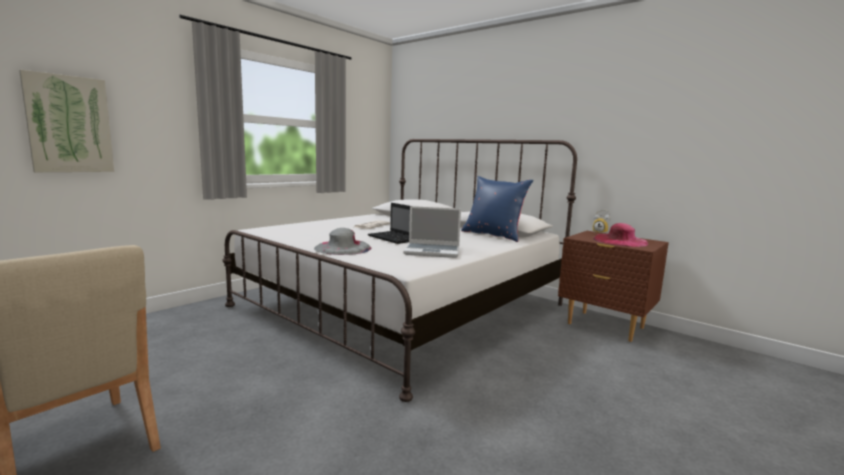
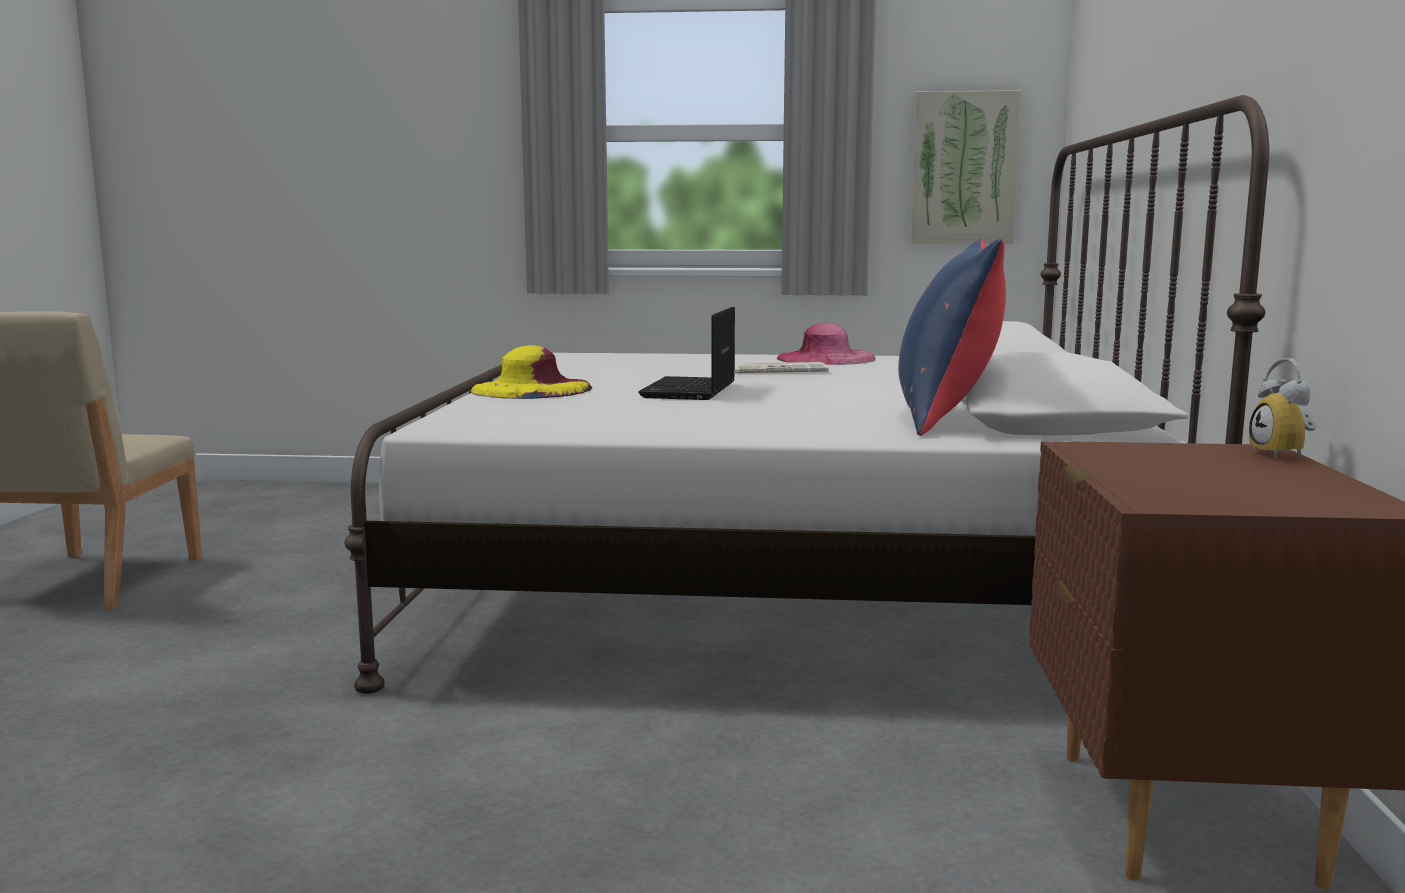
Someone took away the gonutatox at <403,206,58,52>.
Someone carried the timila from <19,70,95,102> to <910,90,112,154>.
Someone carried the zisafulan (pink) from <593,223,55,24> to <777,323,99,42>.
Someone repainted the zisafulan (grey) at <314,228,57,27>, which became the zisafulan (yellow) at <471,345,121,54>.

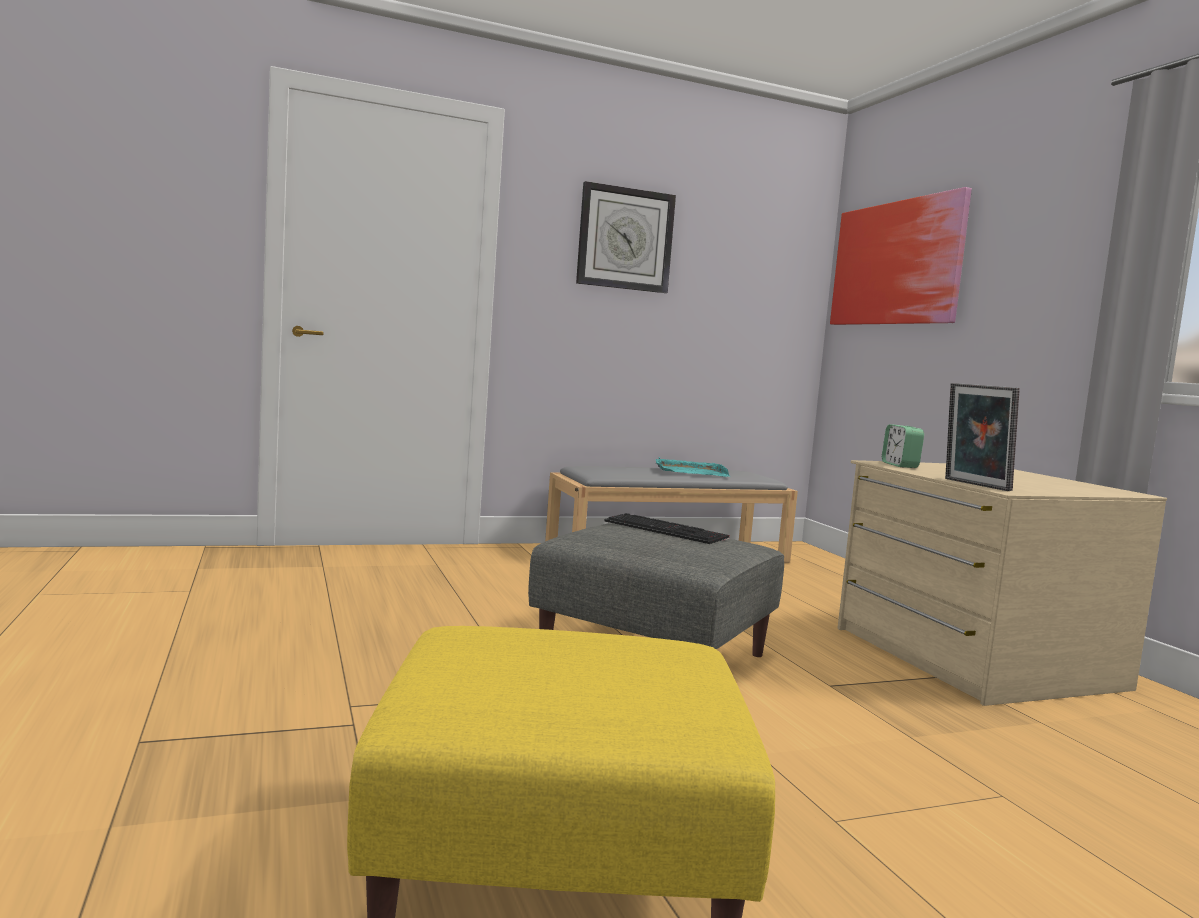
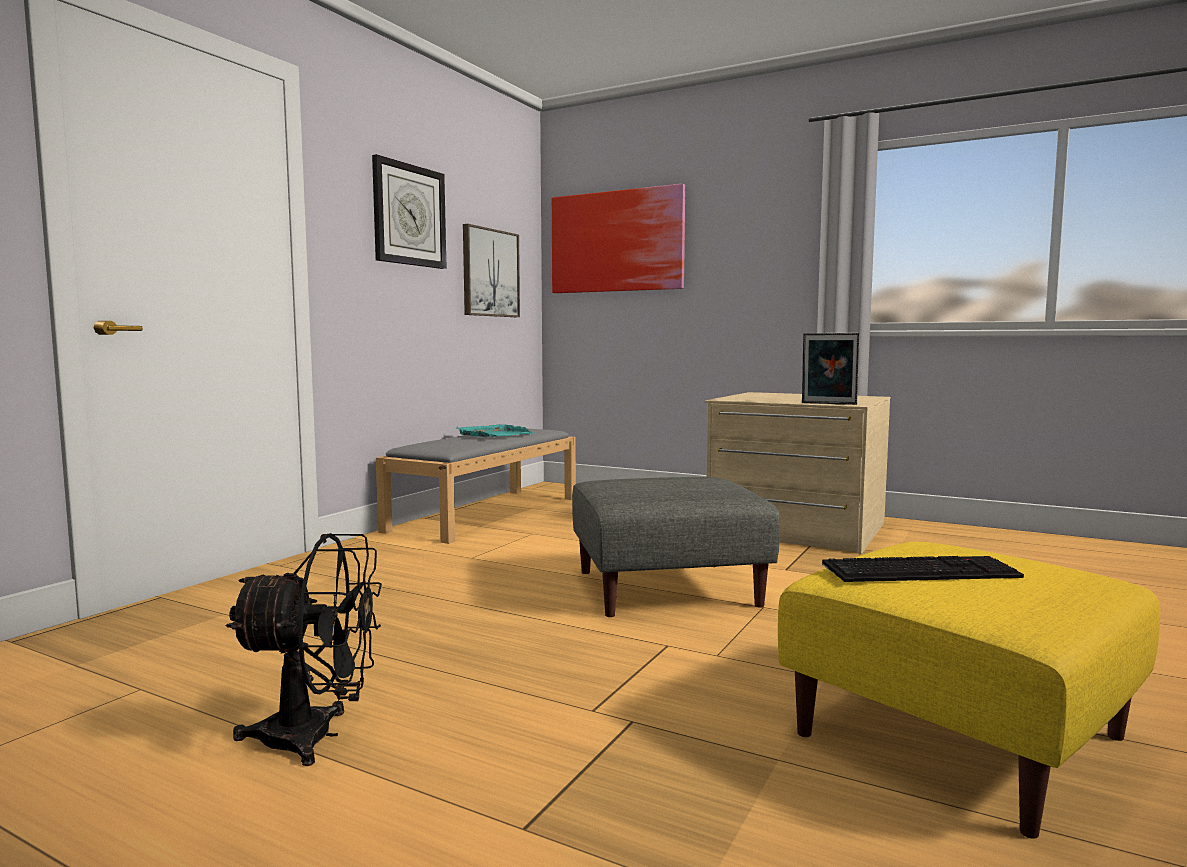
Someone took away the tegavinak at <882,424,42,44>.
Someone put down the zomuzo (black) at <225,533,157,233>.
Someone put up the timila at <463,224,57,93>.
Someone carried the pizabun from <604,513,125,31> to <822,556,202,26>.

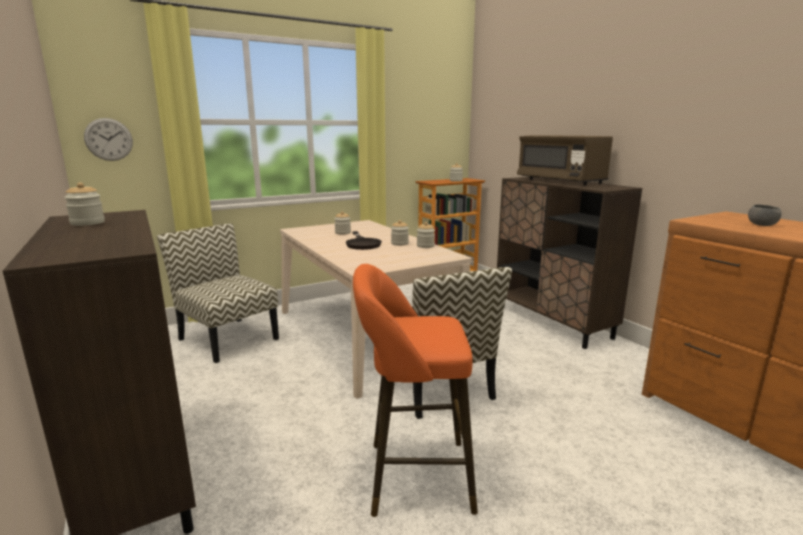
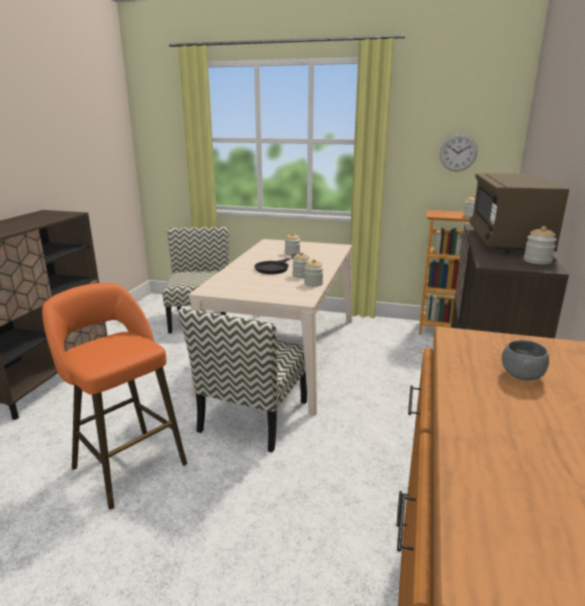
Someone carried the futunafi from <64,182,41,44> to <524,226,33,39>.
Someone carried the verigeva from <84,118,49,43> to <440,134,37,37>.

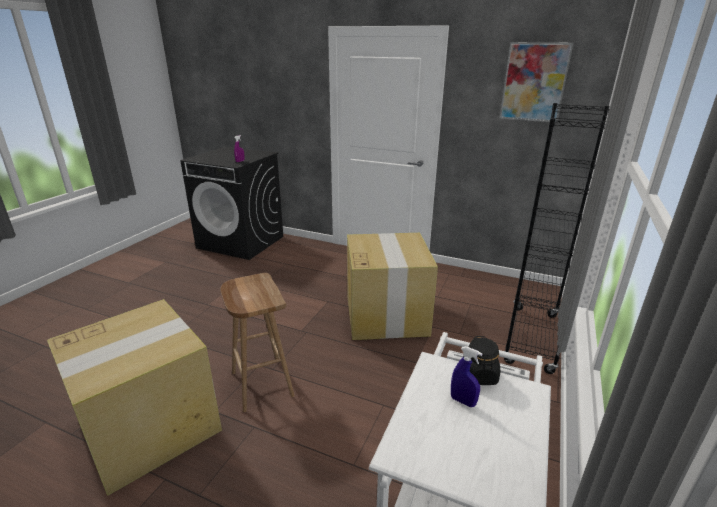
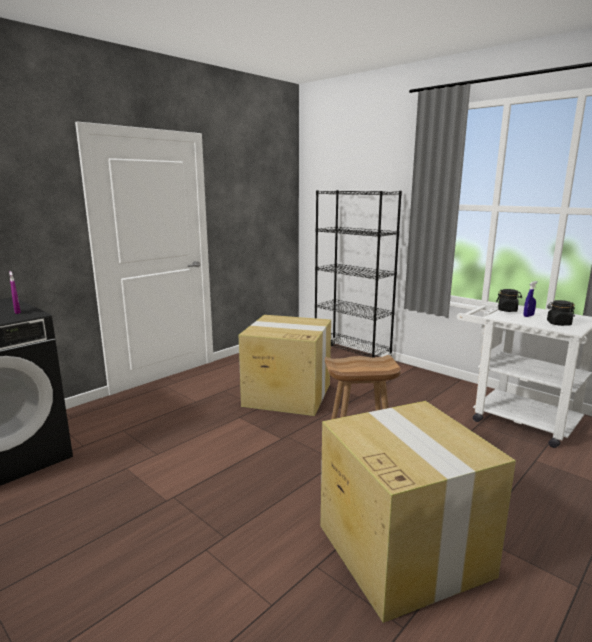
Someone took away the timila at <499,42,74,80>.
Someone put down the futunafi (black) at <547,300,28,26>.

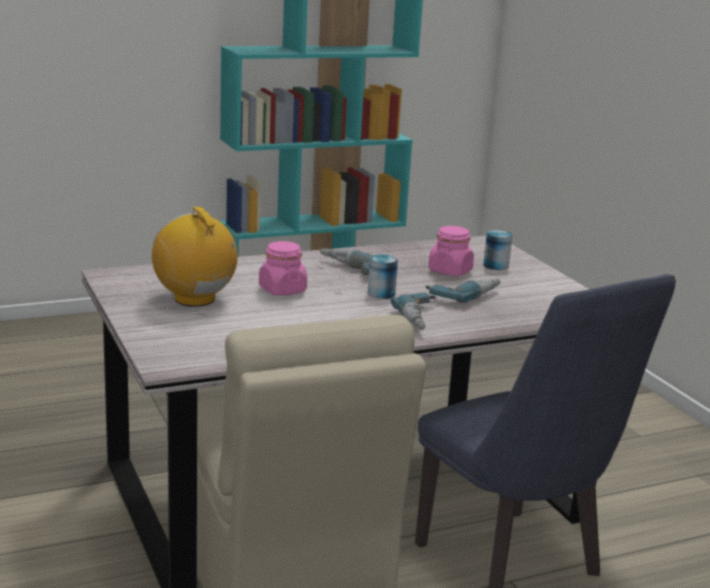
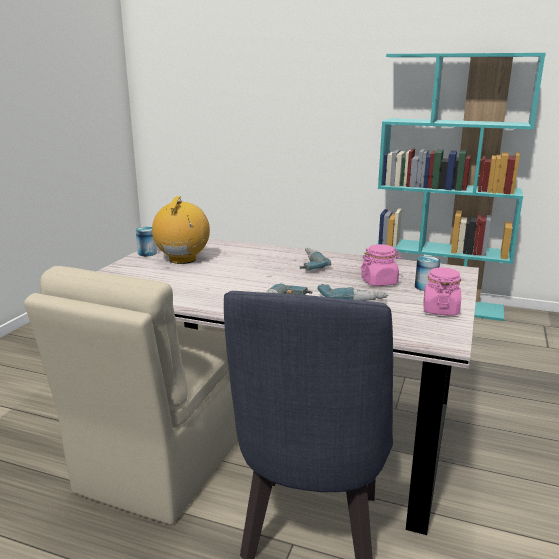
Someone carried the futunafi (pink) from <259,241,48,55> to <423,267,38,48>.
Someone carried the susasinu from <368,254,30,45> to <136,227,21,29>.

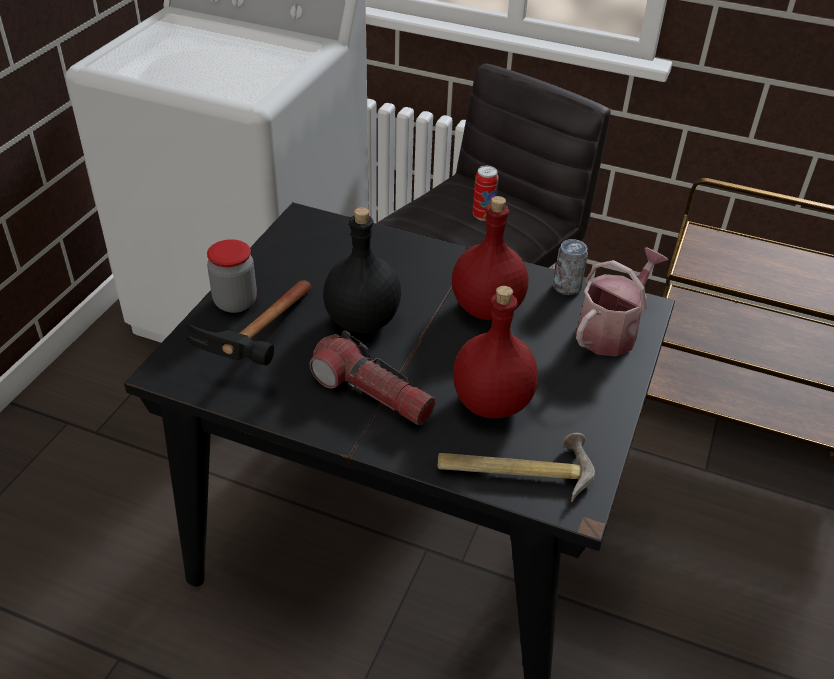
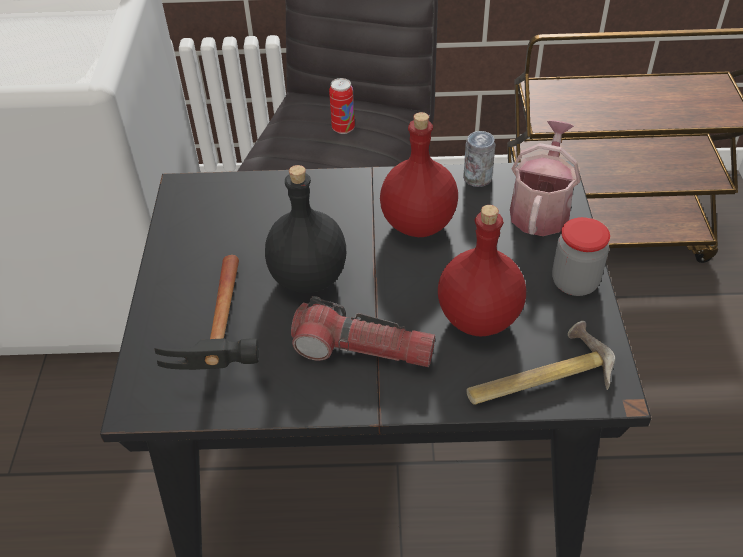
Someone carried the futunafi from <207,239,50,74> to <552,217,58,79>.

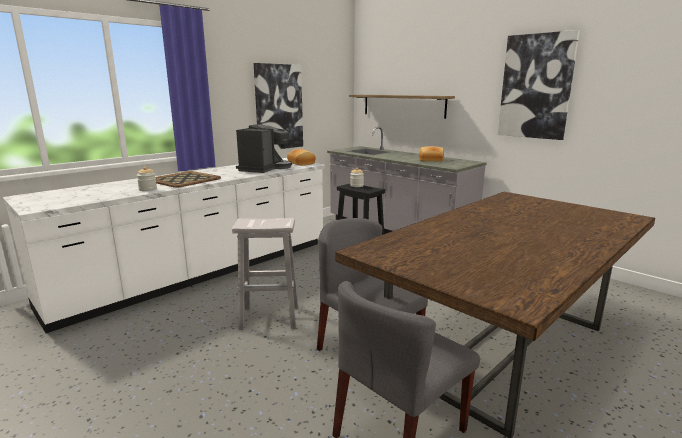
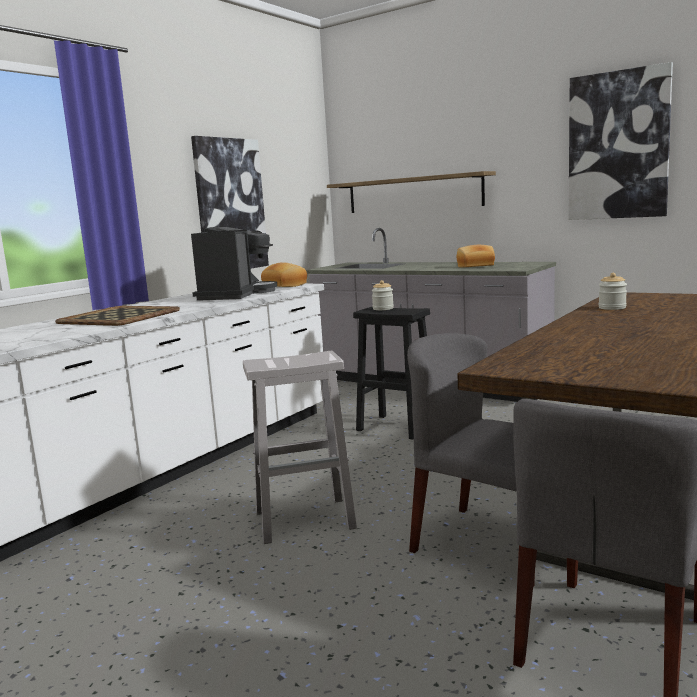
Someone carried the futunafi from <137,167,20,24> to <598,273,29,37>.

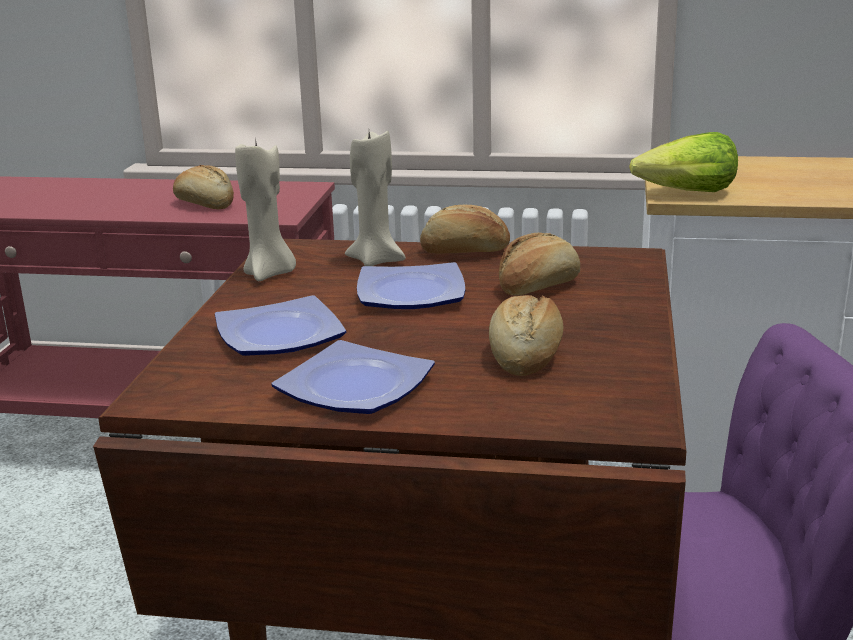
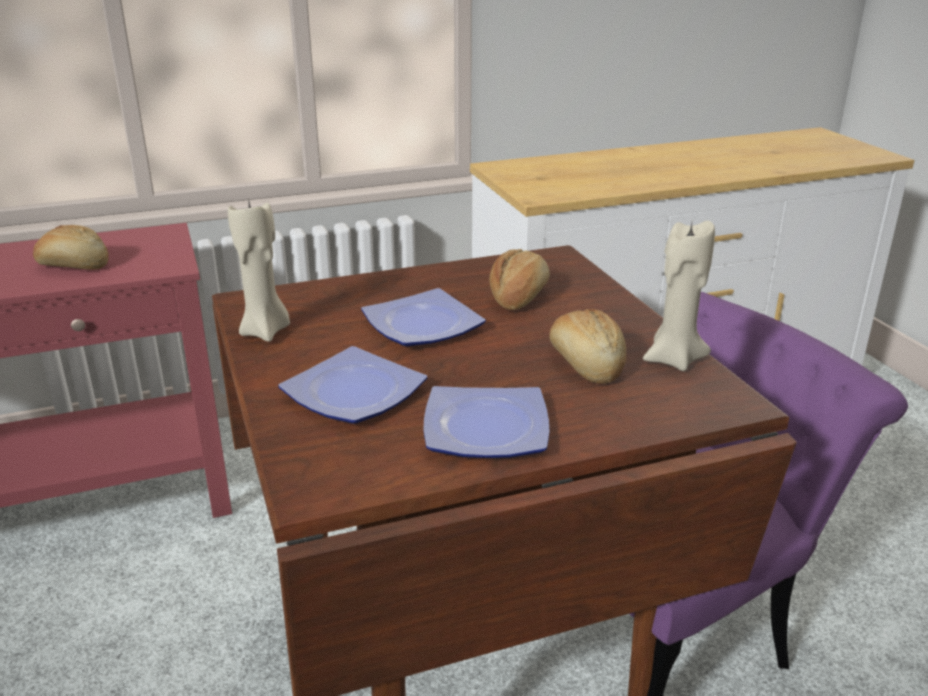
Someone took away the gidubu at <420,205,90,49>.
Someone took away the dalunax at <629,132,109,60>.
Someone carried the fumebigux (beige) from <345,131,61,135> to <643,221,72,150>.

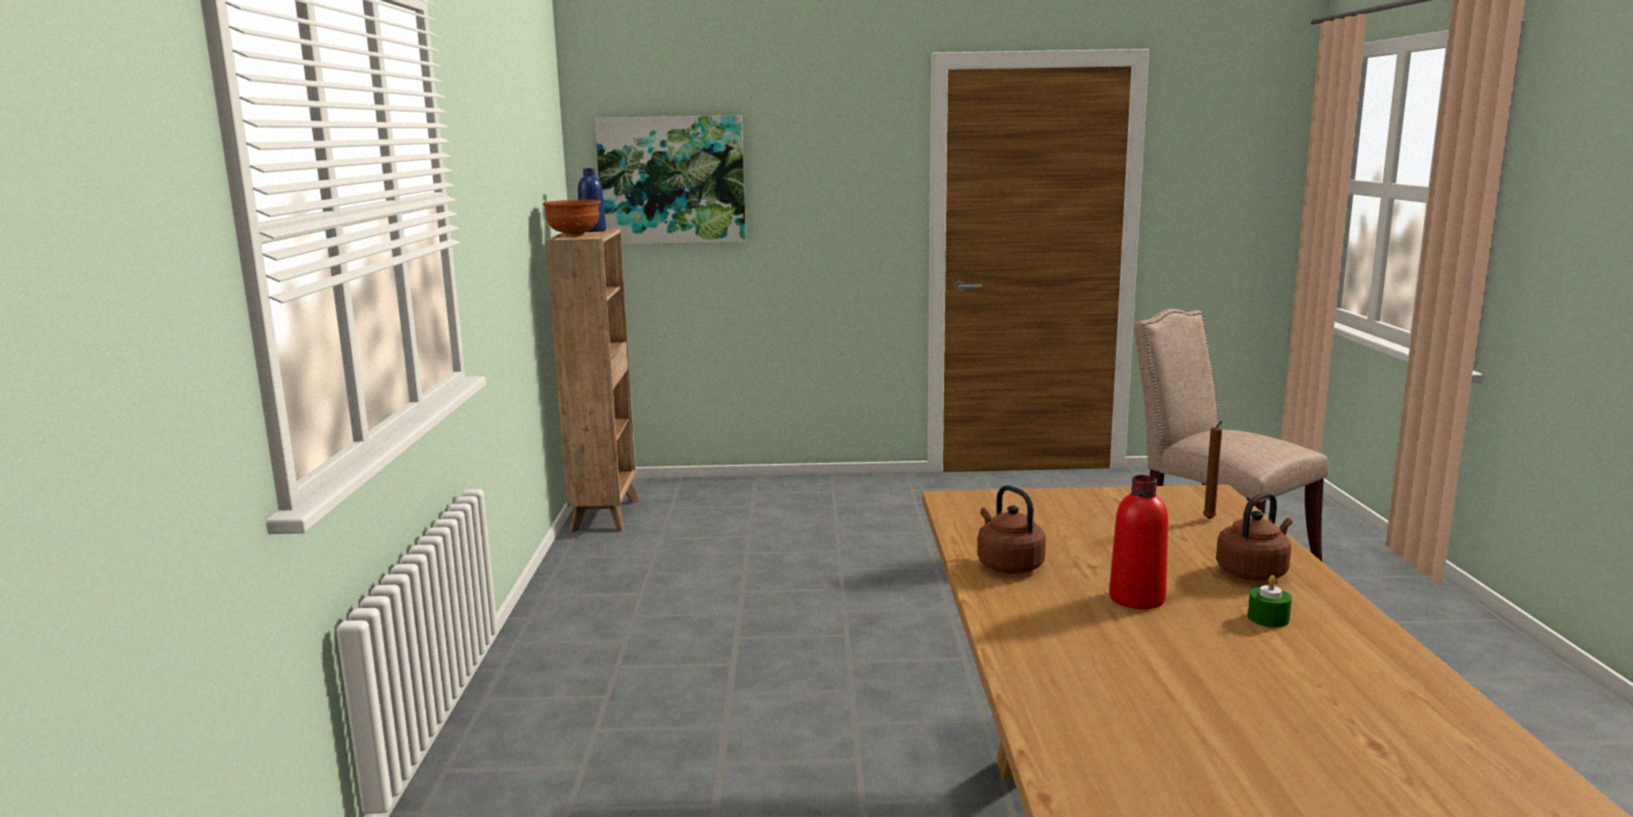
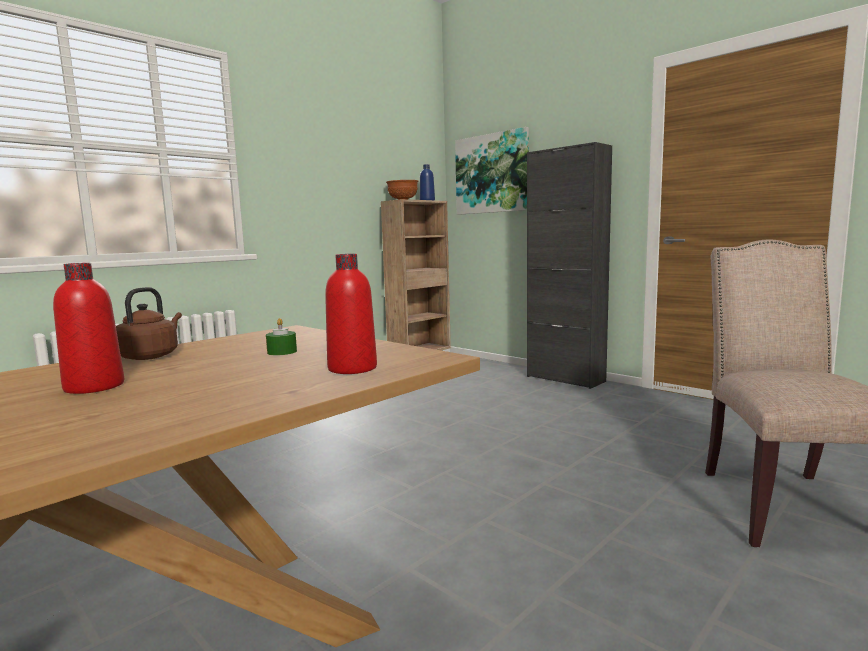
Someone took away the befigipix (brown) at <1216,492,76,89>.
Someone put down the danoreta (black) at <527,142,85,247>.
Someone carried the fumebigux (green) from <1247,575,45,52> to <266,318,31,37>.
Someone swapped the fumebigux (brown) at <1203,421,20,98> for the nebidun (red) at <325,254,52,120>.

